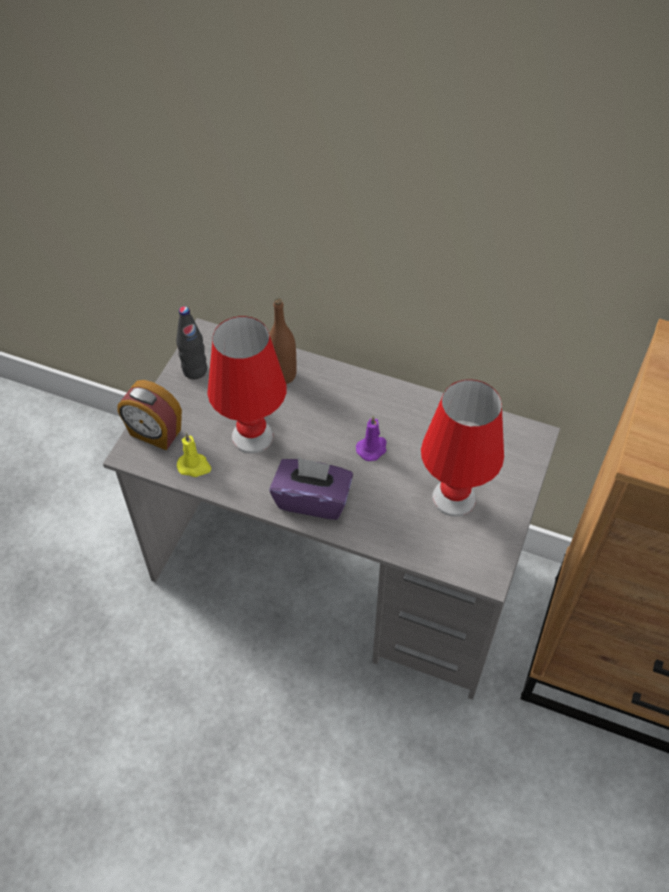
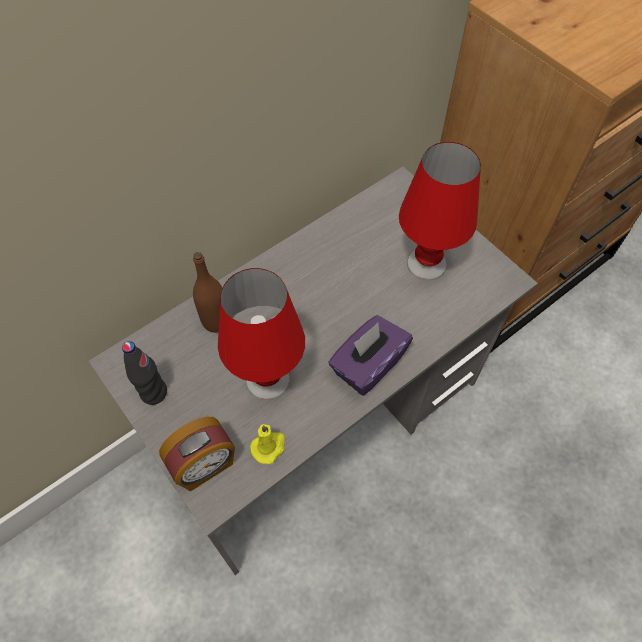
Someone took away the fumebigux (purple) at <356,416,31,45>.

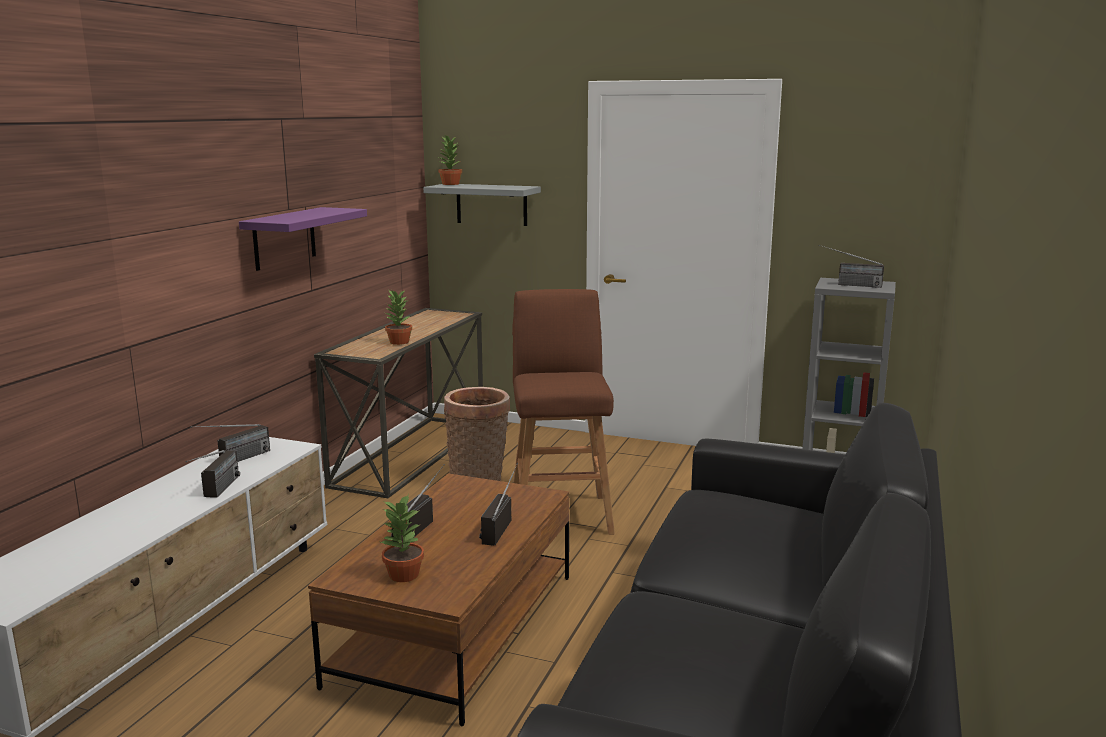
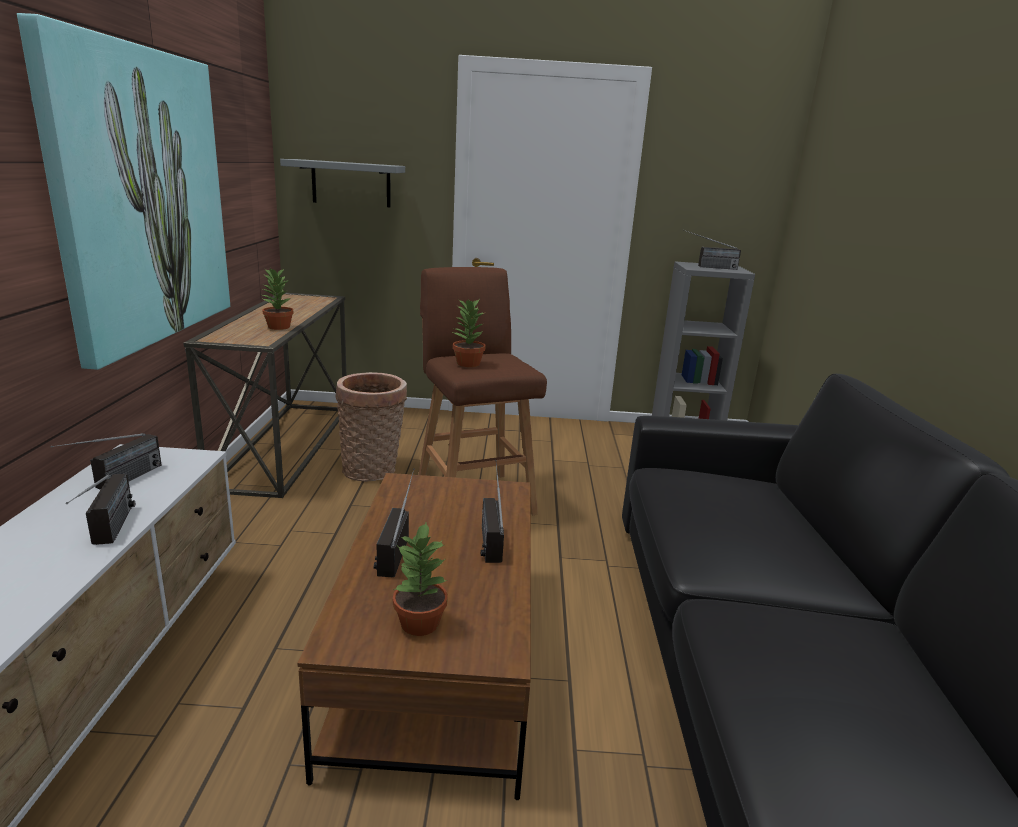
Someone carried the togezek from <439,135,23,50> to <453,300,33,67>.
Someone swapped the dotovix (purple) at <239,207,128,64> for the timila at <17,13,213,357>.

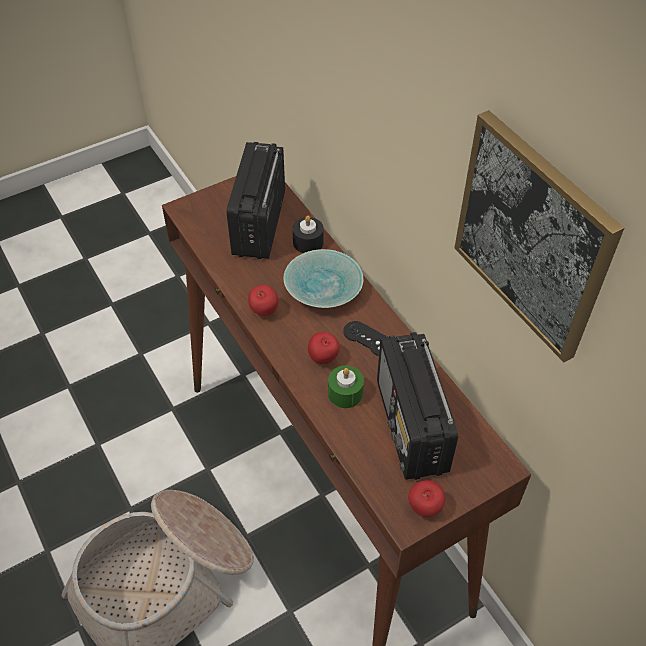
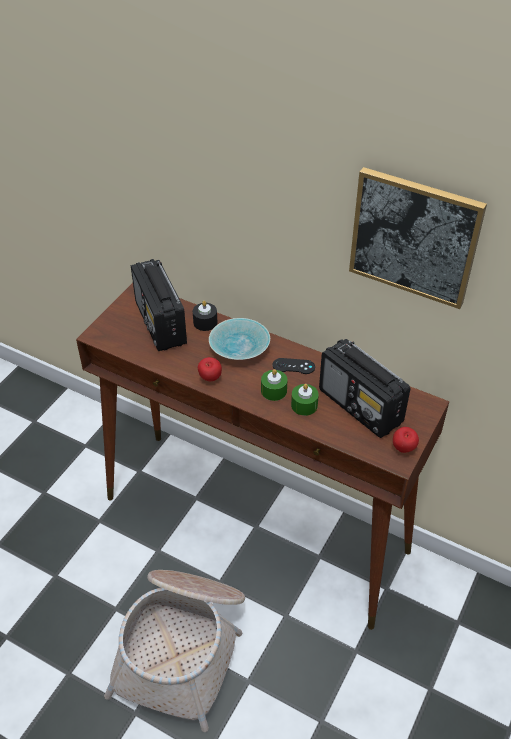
Someone swapped the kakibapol at <308,332,32,32> for the fumebigux (green) at <261,369,27,32>.

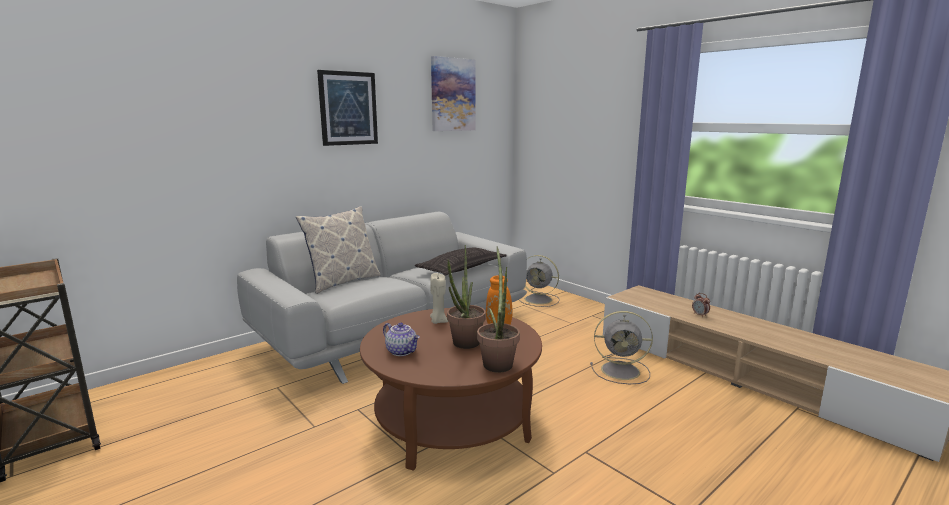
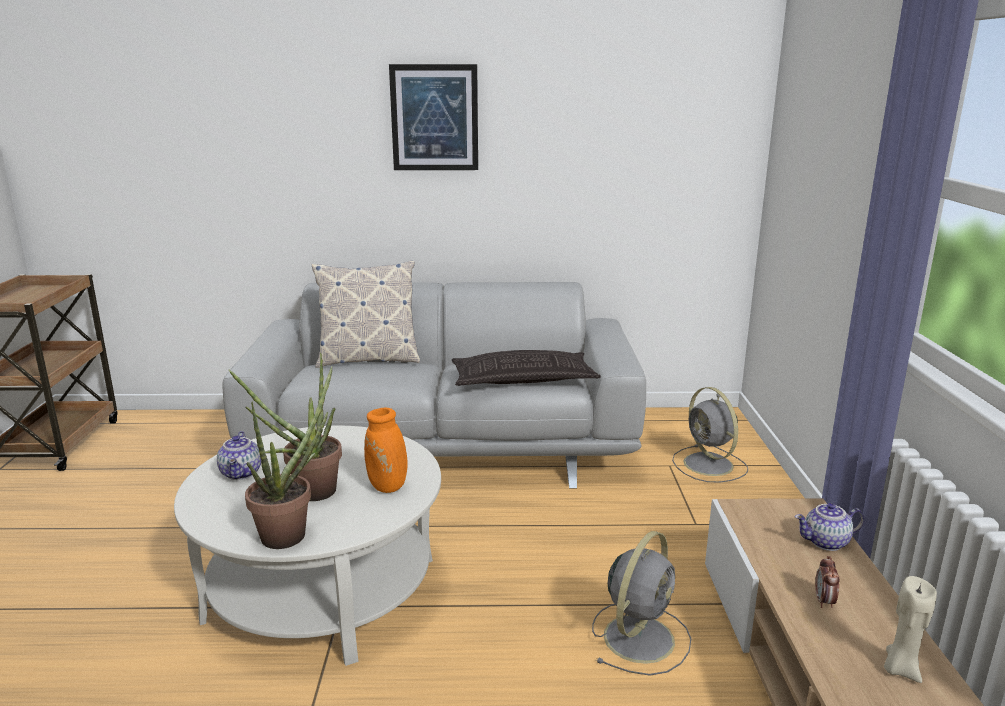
Someone took away the timila at <431,56,44,75>.
Someone put down the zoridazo at <795,503,70,48>.
Someone carried the fumebigux (beige) from <430,273,19,51> to <884,576,53,107>.
Someone repainted the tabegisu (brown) at <360,308,182,163>, which became the tabegisu (white) at <174,426,267,240>.
Someone rotated the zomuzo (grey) at <590,311,63,73> by 105 degrees counterclockwise.

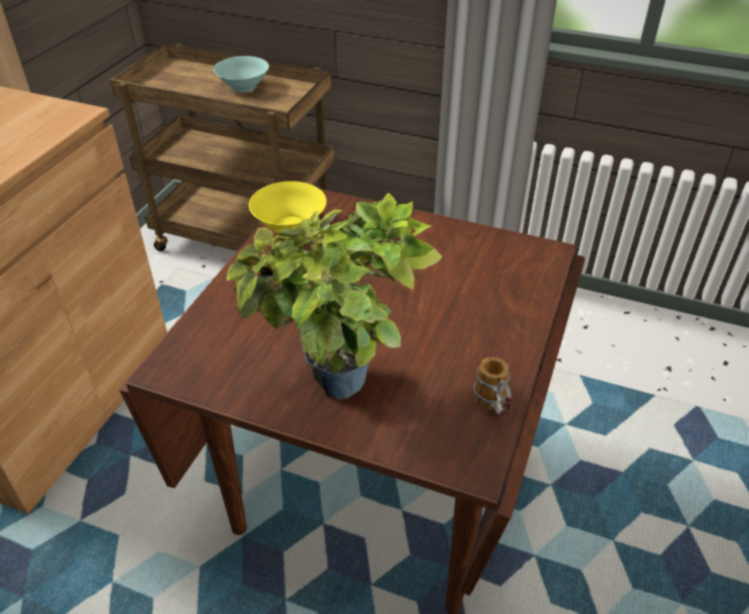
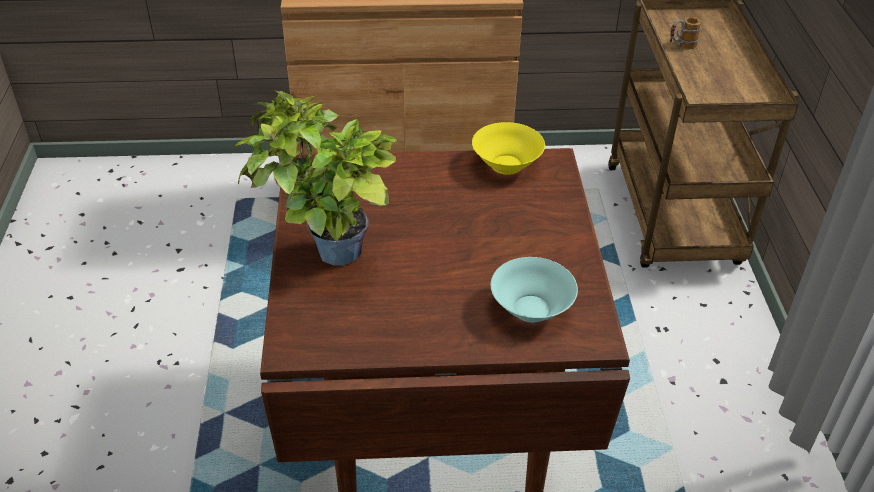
Someone carried the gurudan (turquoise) from <213,56,56,36> to <491,257,87,66>.
Someone carried the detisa from <473,357,40,63> to <670,17,31,32>.

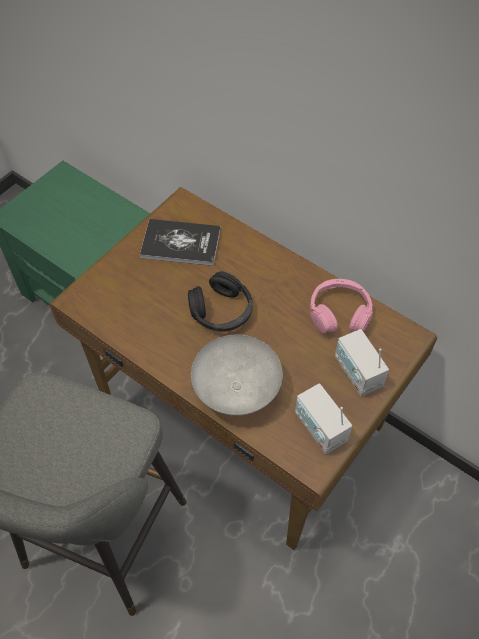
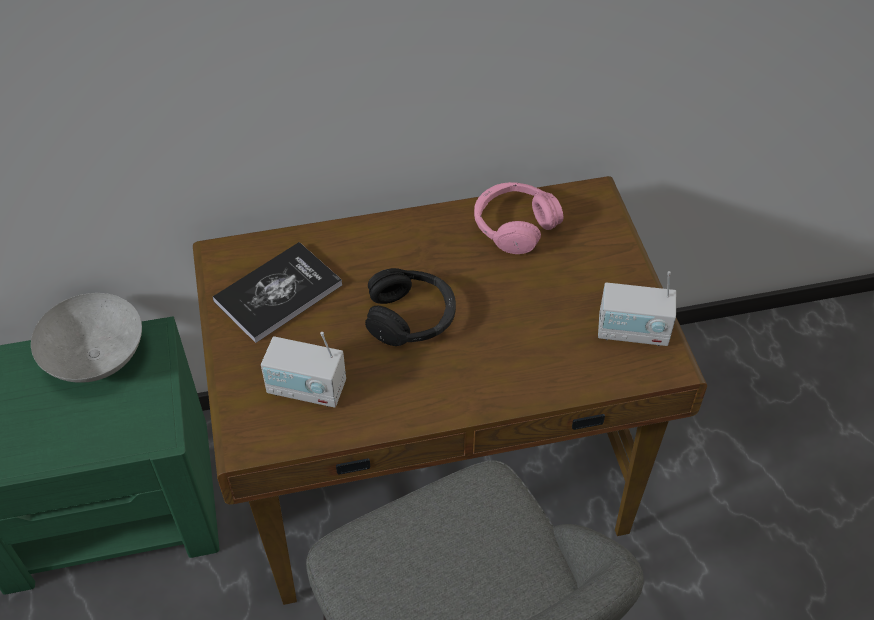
Someone carried the gurudan (grey) from <191,335,92,81> to <31,293,111,90>.
Someone carried the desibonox from <335,329,54,67> to <261,332,85,75>.

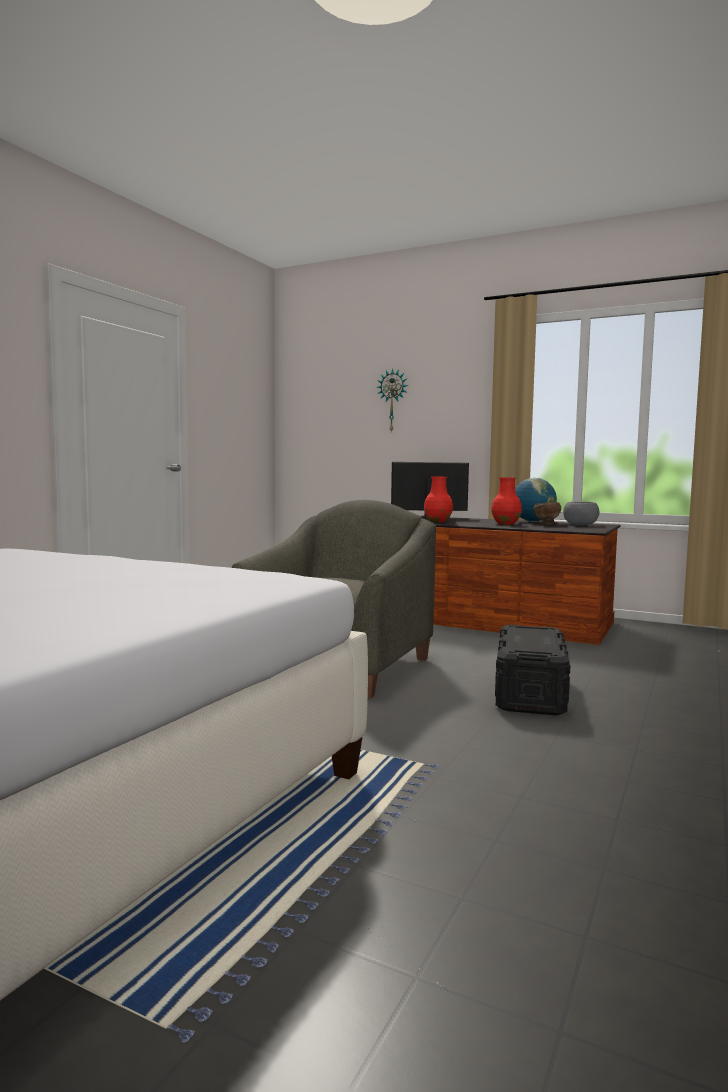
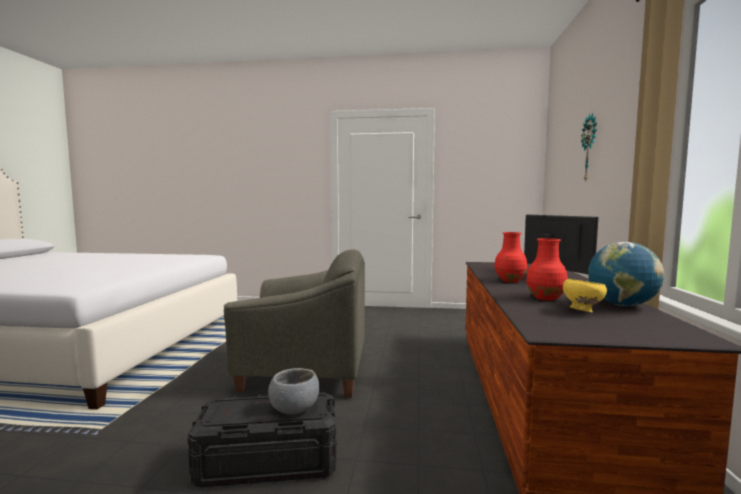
Someone carried the gurudan (grey) from <563,502,37,24> to <268,368,51,46>.
Someone repainted the gurudan (brown) at <533,502,28,23>, which became the gurudan (yellow) at <563,279,44,34>.

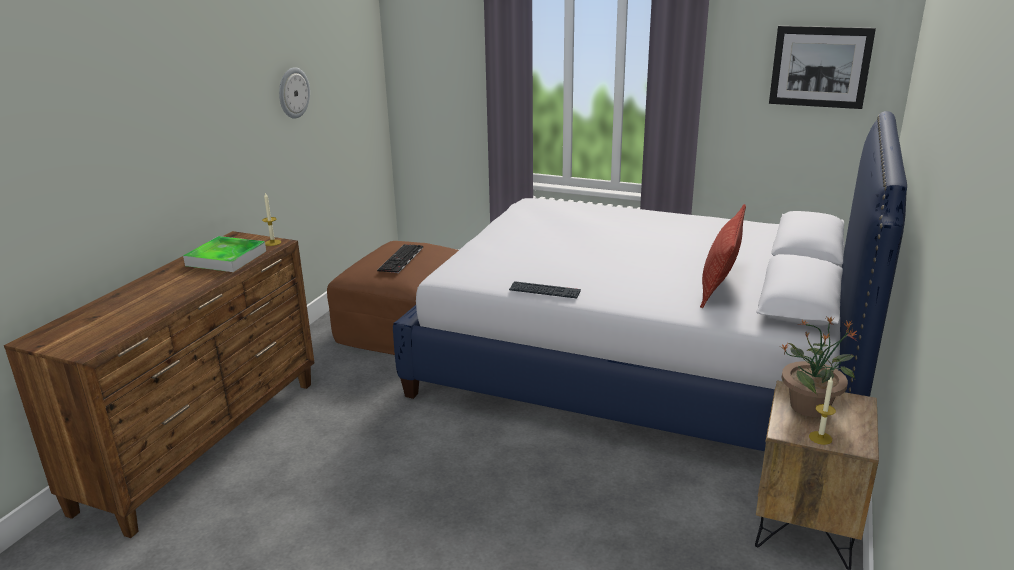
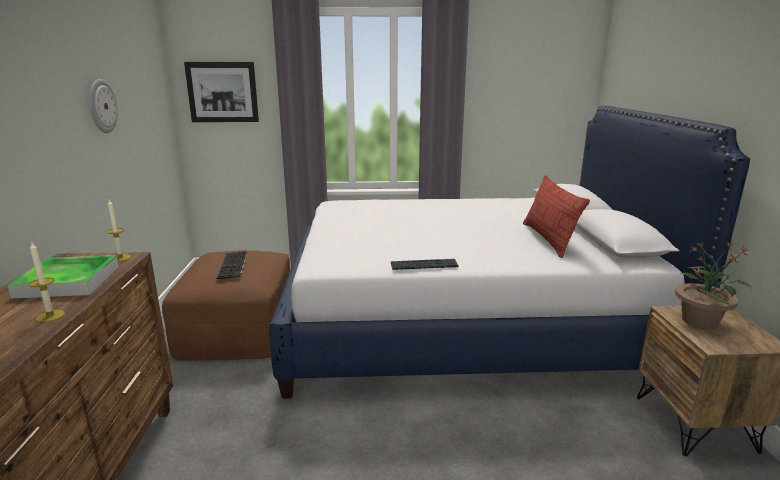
Someone carried the timila from <769,26,107,83> to <184,62,75,60>.
Someone carried the fumebigux from <809,376,27,69> to <29,241,36,81>.

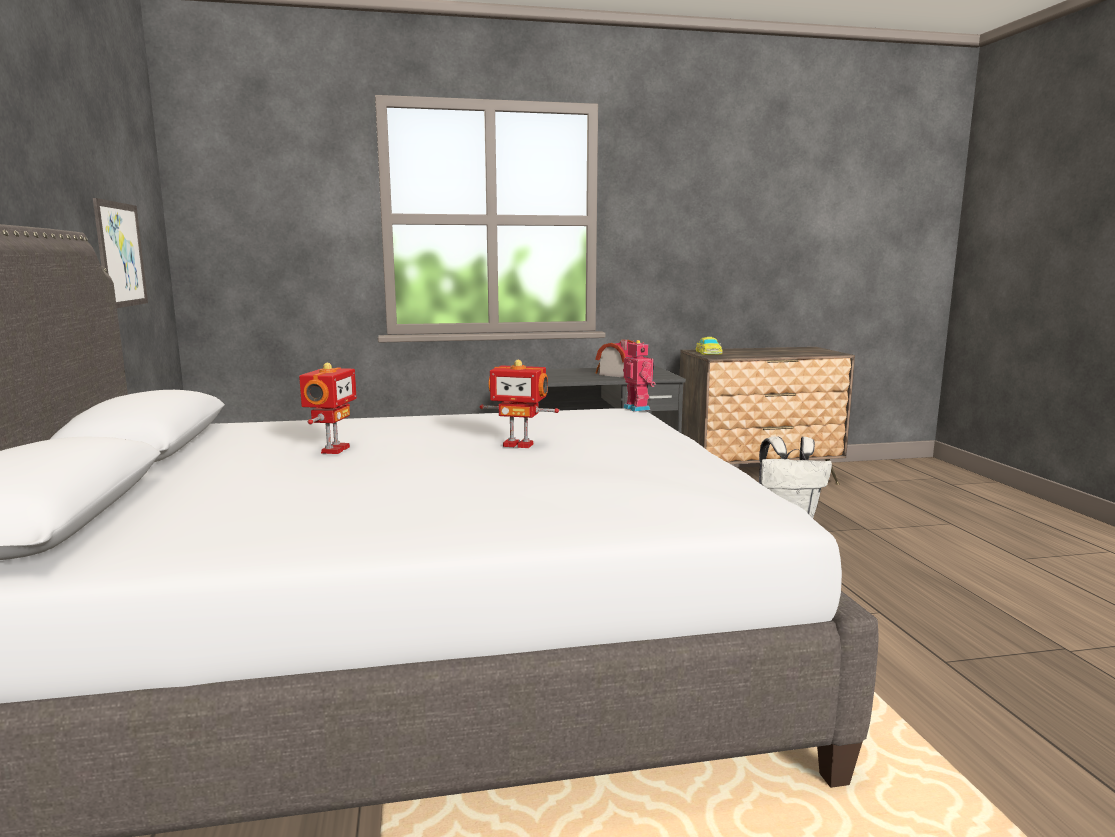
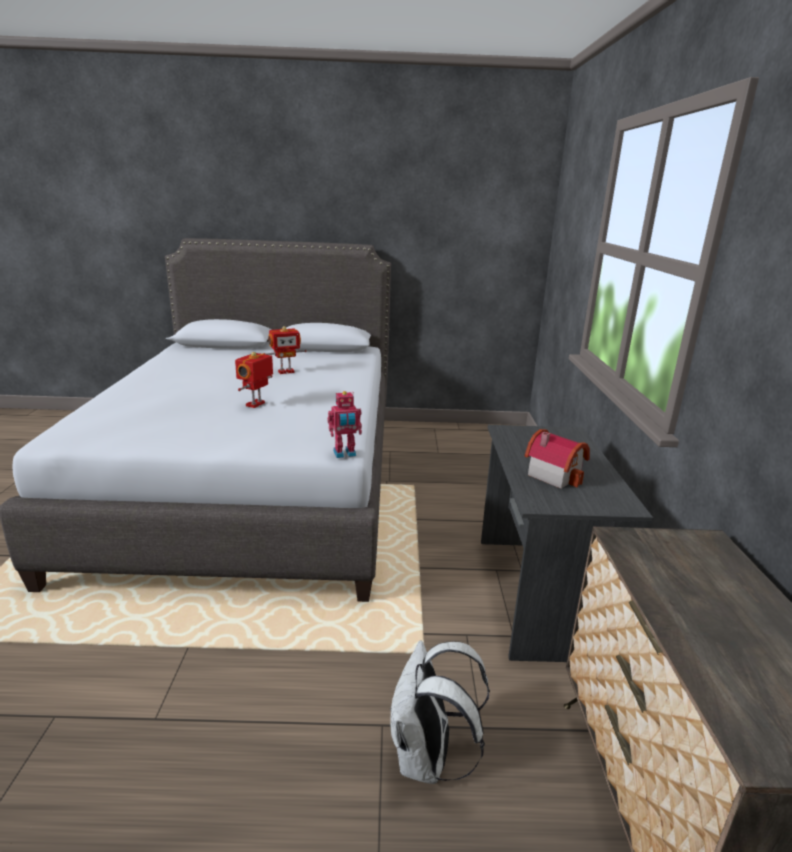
Someone took away the timila at <93,198,55,110>.
Someone took away the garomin at <695,337,28,18>.
Someone rotated the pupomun at <299,363,58,91> by 45 degrees counterclockwise.

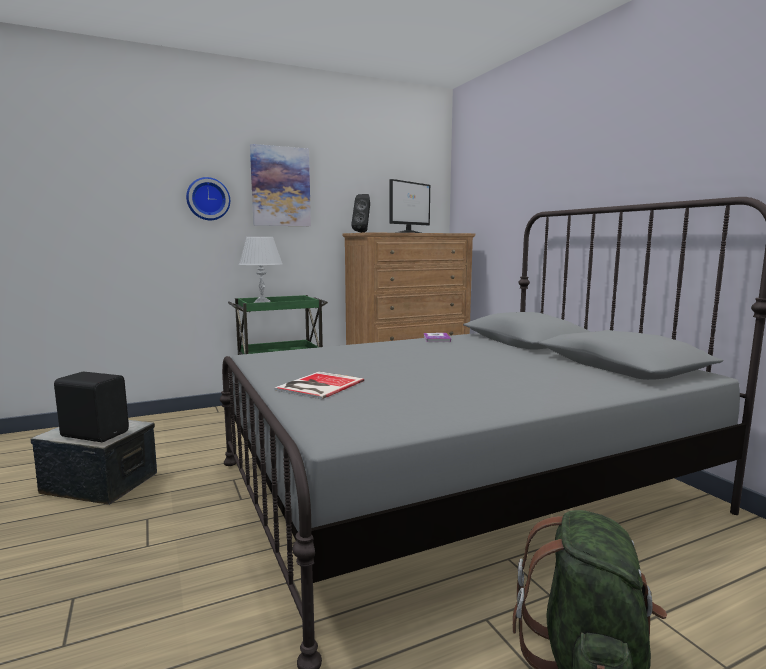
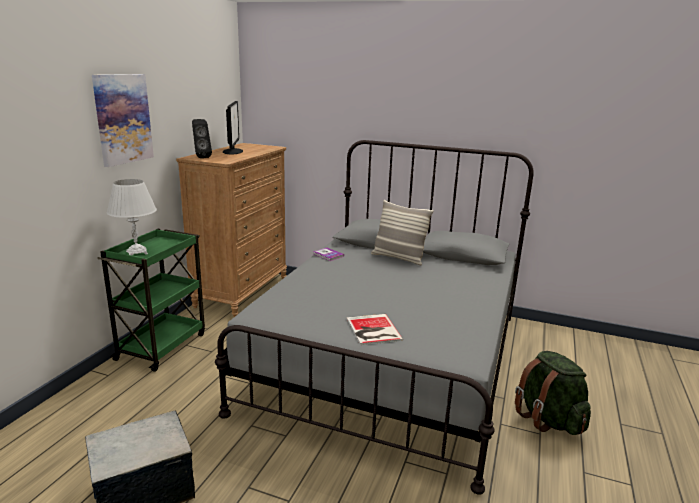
Someone took away the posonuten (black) at <54,372,75,70>.
Someone took away the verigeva at <186,177,44,43>.
Someone put down the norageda at <371,200,63,65>.

